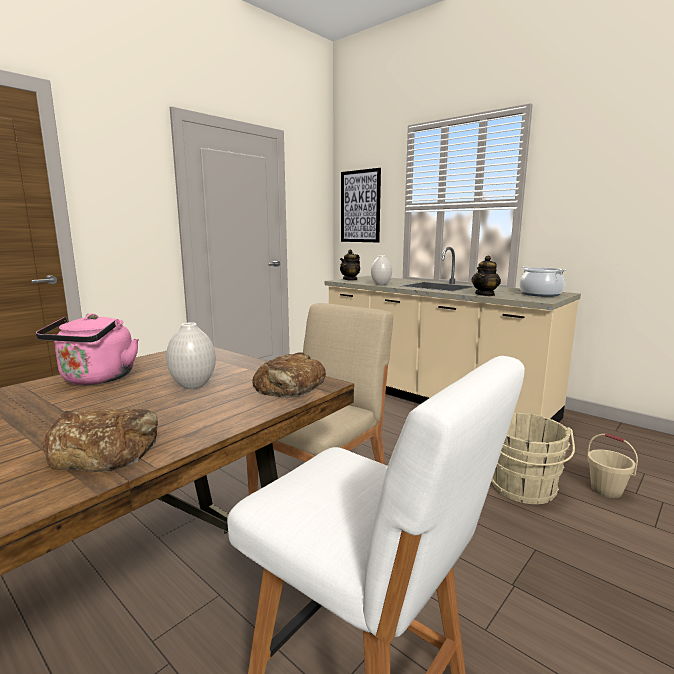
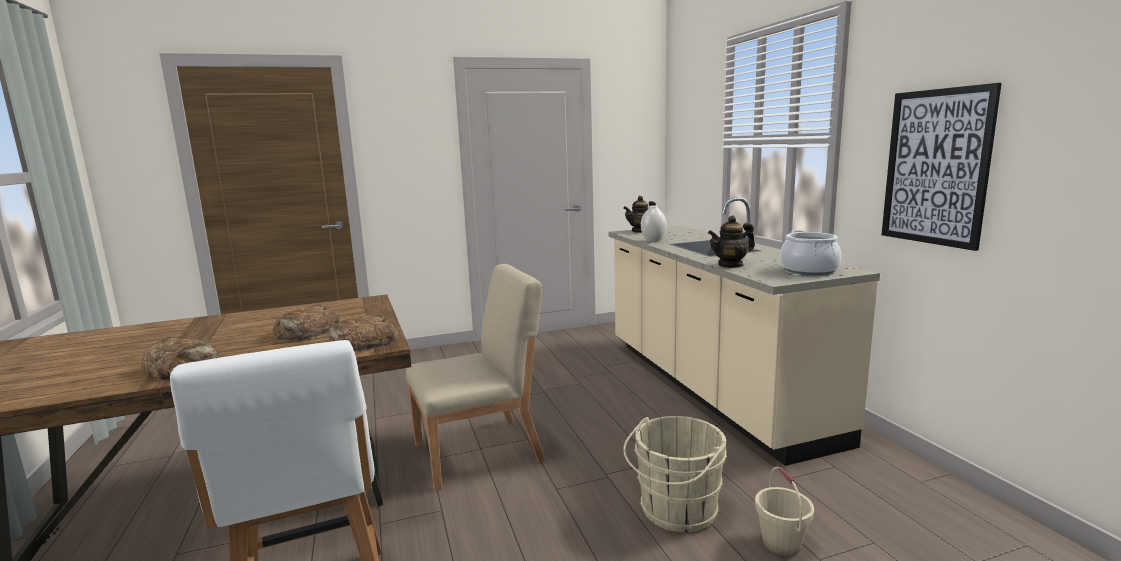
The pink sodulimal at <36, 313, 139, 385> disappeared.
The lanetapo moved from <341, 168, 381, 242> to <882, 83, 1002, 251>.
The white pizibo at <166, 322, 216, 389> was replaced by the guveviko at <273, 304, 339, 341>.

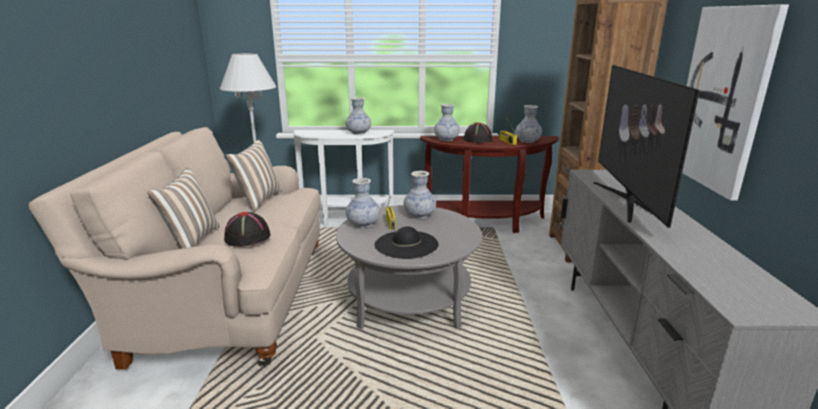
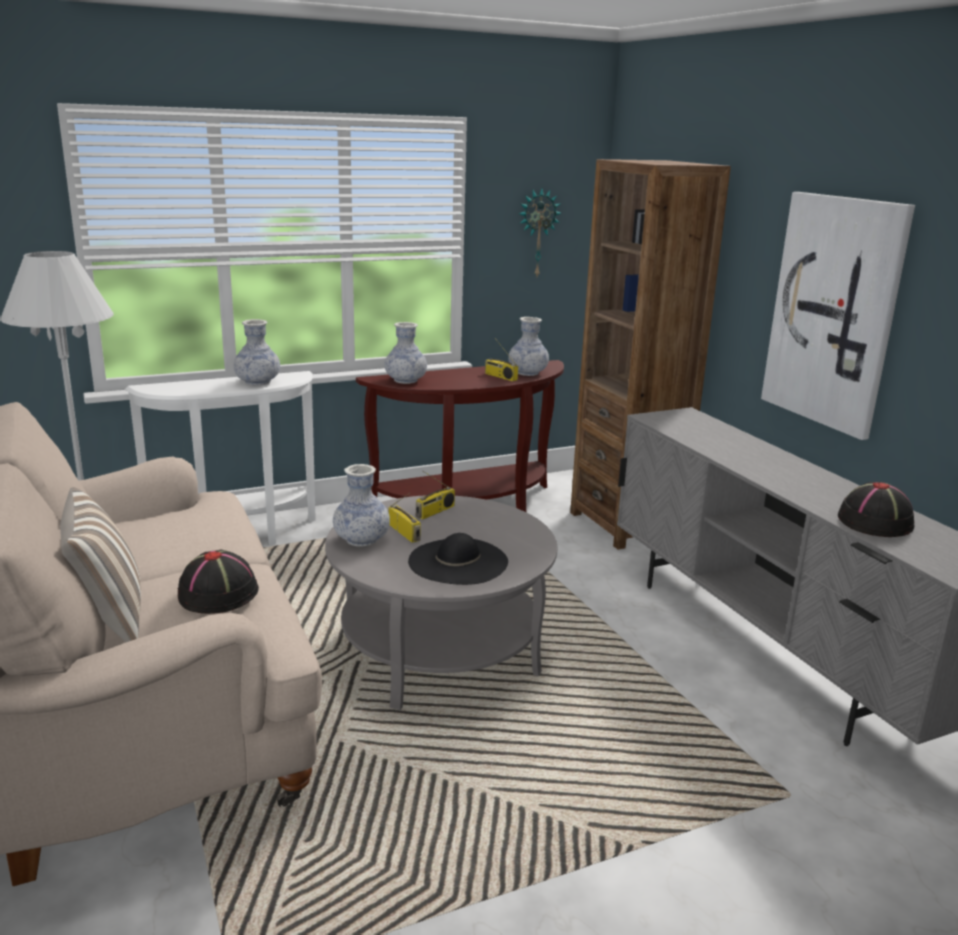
The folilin at <226, 139, 282, 212> disappeared.
The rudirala at <593, 65, 700, 228> disappeared.
The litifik at <518, 188, 561, 279> appeared.
The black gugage moved from <463, 122, 492, 143> to <838, 482, 914, 537>.
The pizibo at <404, 171, 436, 219> was replaced by the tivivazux at <416, 471, 455, 519>.

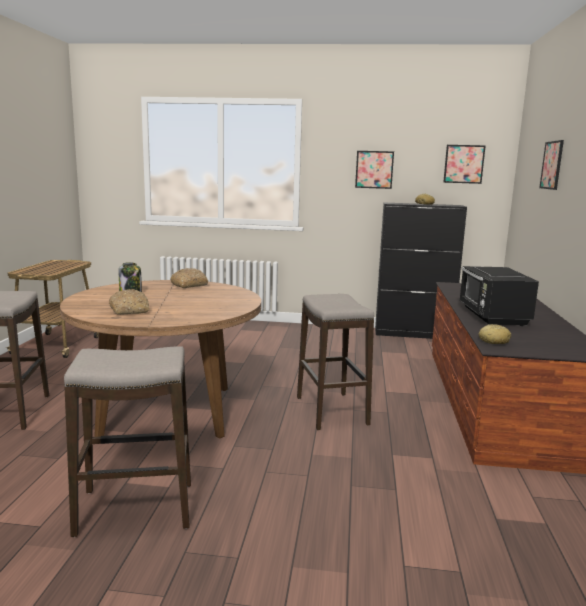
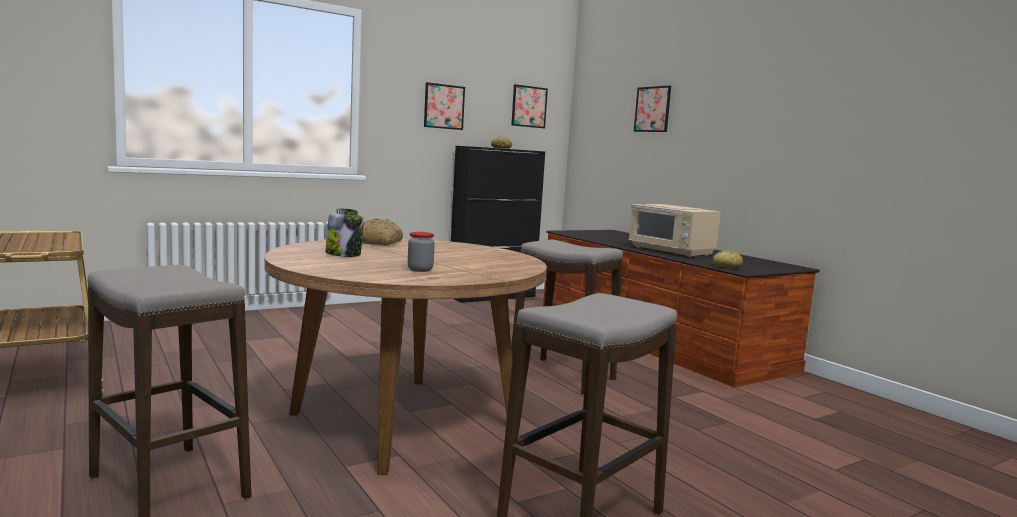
The guveviko at <109, 289, 149, 315> was replaced by the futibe at <408, 232, 435, 272>.
The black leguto at <460, 266, 539, 326> became the beige leguto at <629, 204, 721, 257>.

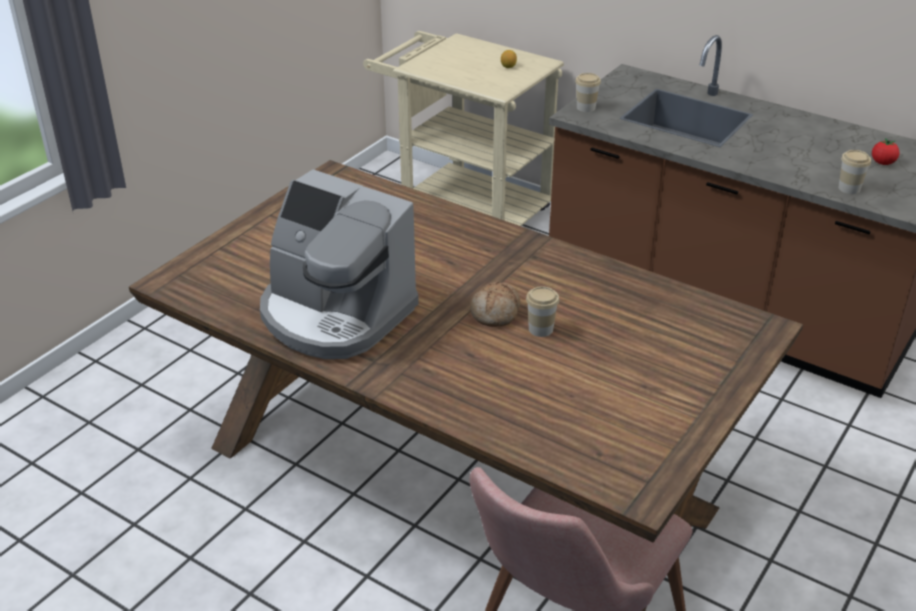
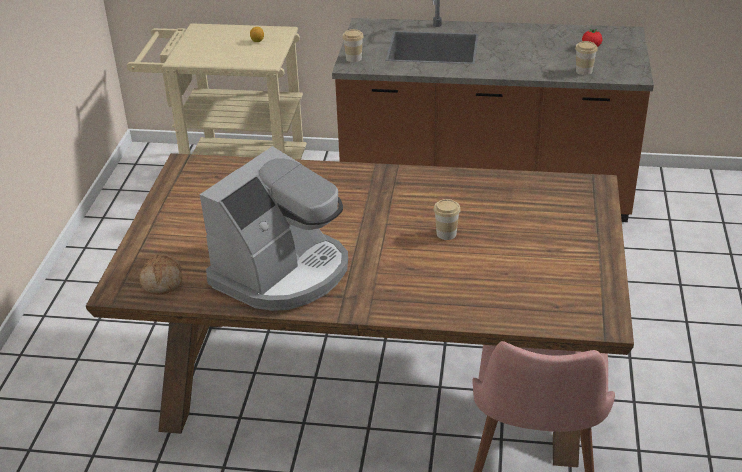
The guveviko moved from <470, 282, 520, 327> to <140, 254, 182, 295>.
The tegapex at <260, 169, 419, 359> turned 60 degrees counterclockwise.

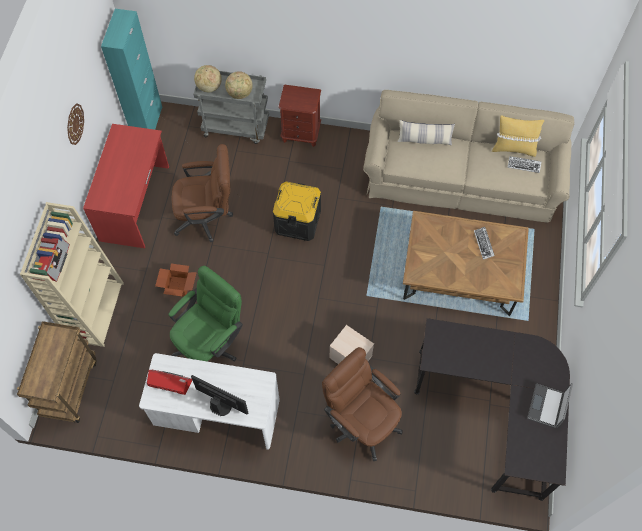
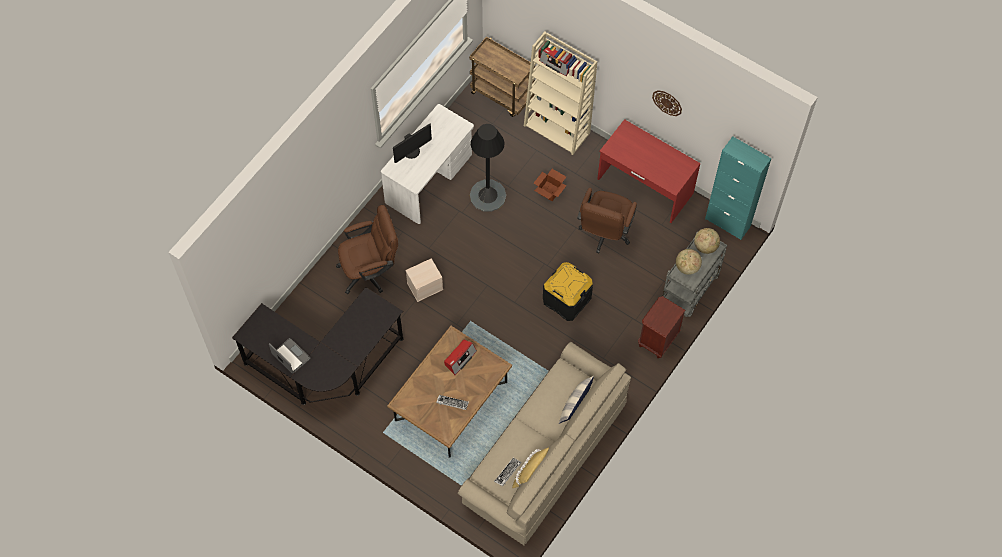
The tivivazux moved from <147, 370, 193, 395> to <444, 340, 477, 375>.
The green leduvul at <169, 266, 243, 361> was replaced by the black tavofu at <470, 124, 506, 212>.

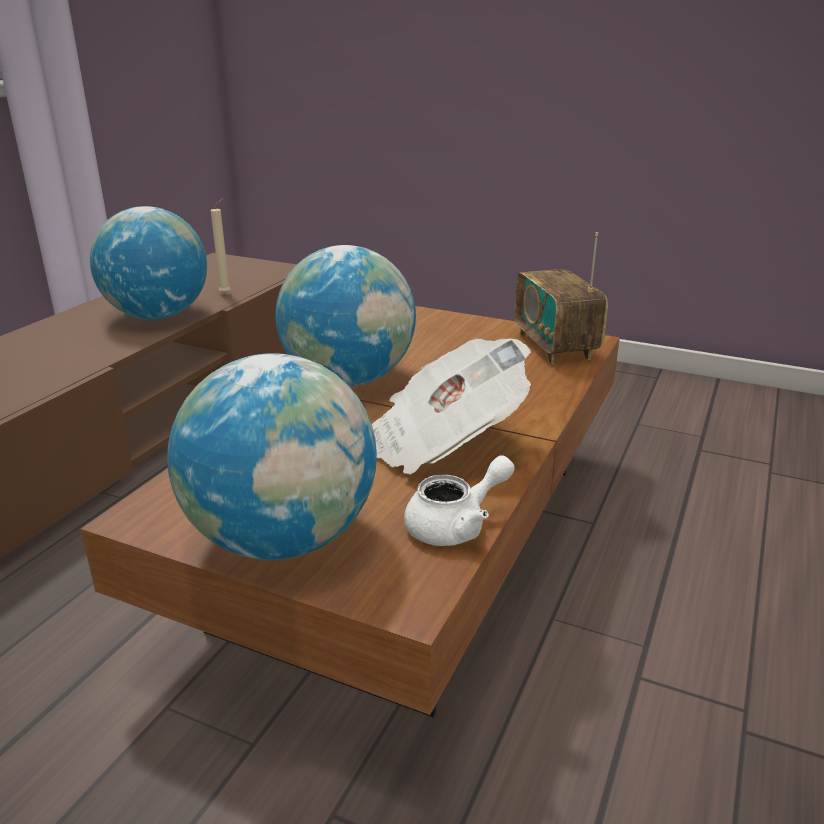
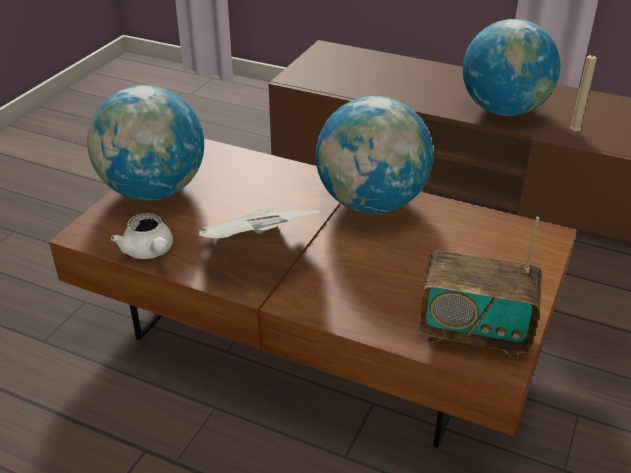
The tivivazux at <515, 232, 608, 364> turned 150 degrees counterclockwise.

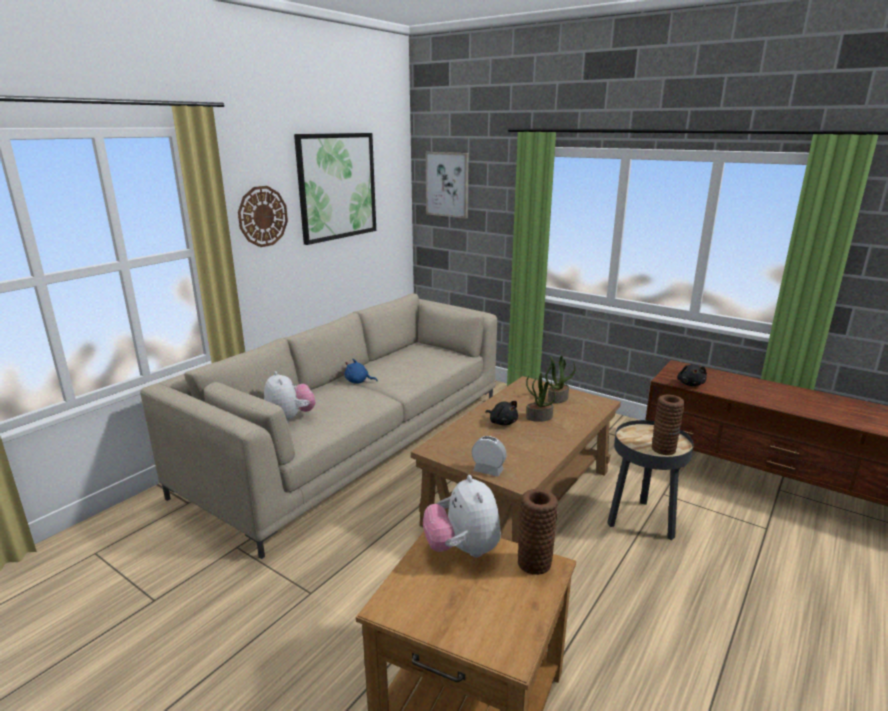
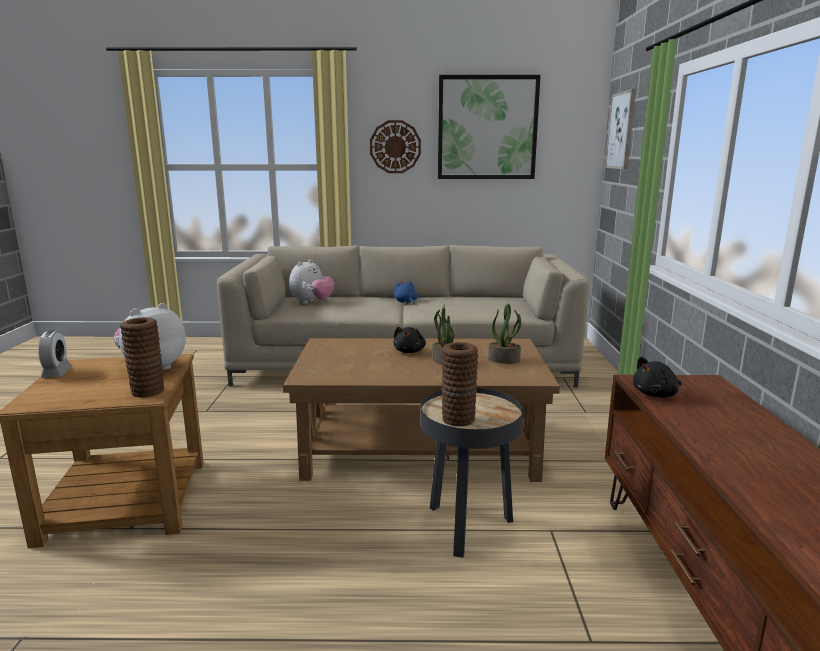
The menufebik moved from <472, 436, 507, 477> to <38, 330, 72, 378>.

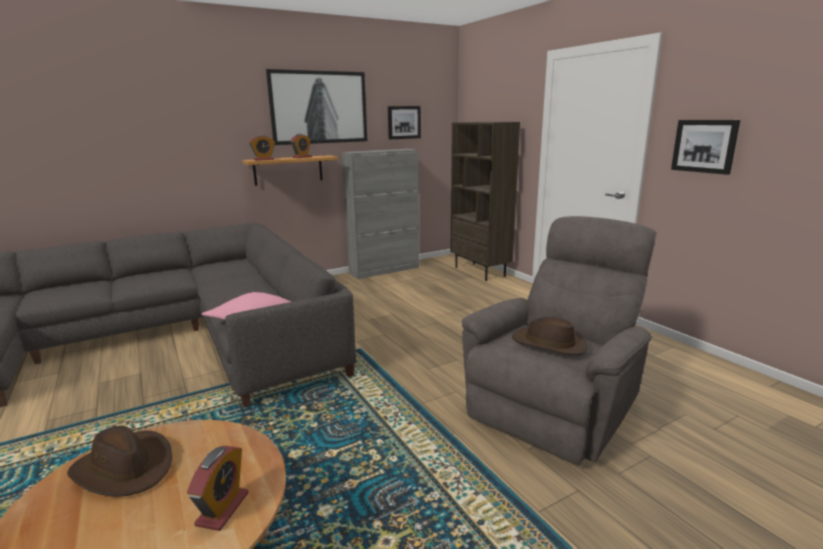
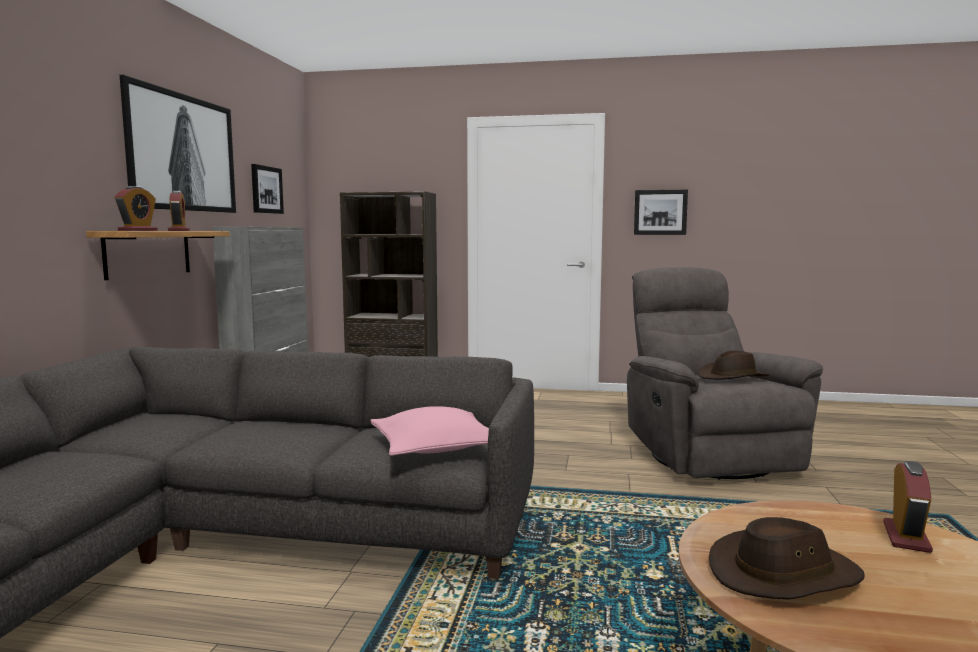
The menufebik at <187, 446, 249, 531> turned 60 degrees clockwise.

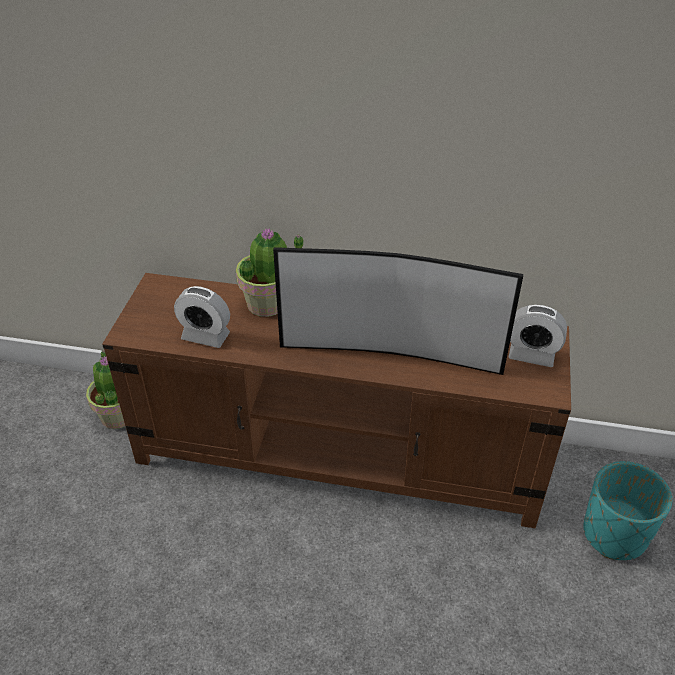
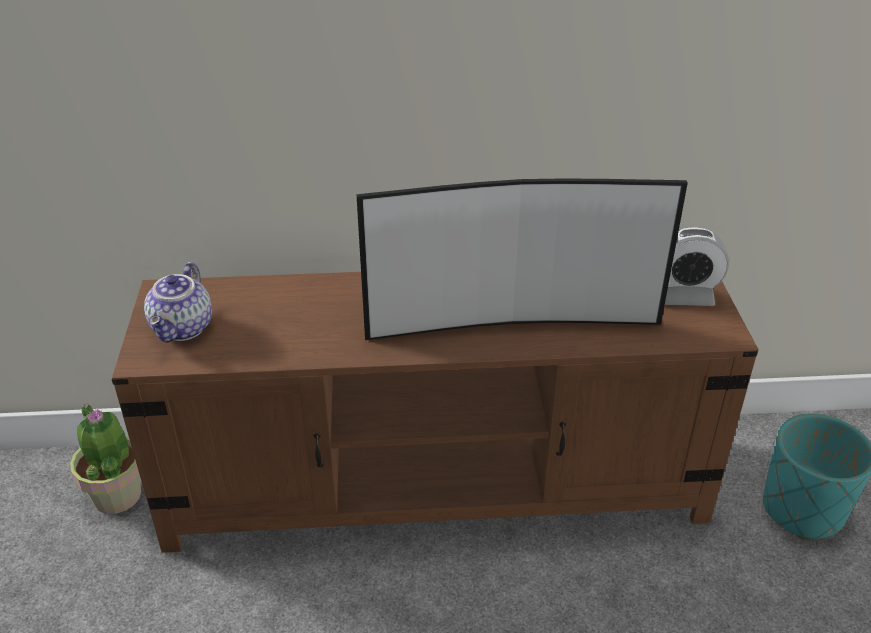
The menufebik at <174, 286, 230, 348> disappeared.
The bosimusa at <236, 228, 303, 317> disappeared.
The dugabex at <144, 262, 212, 343> appeared.

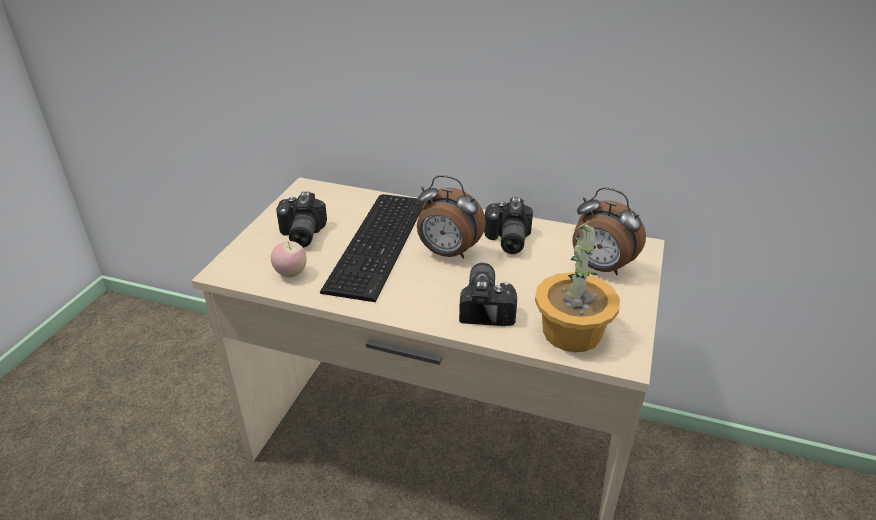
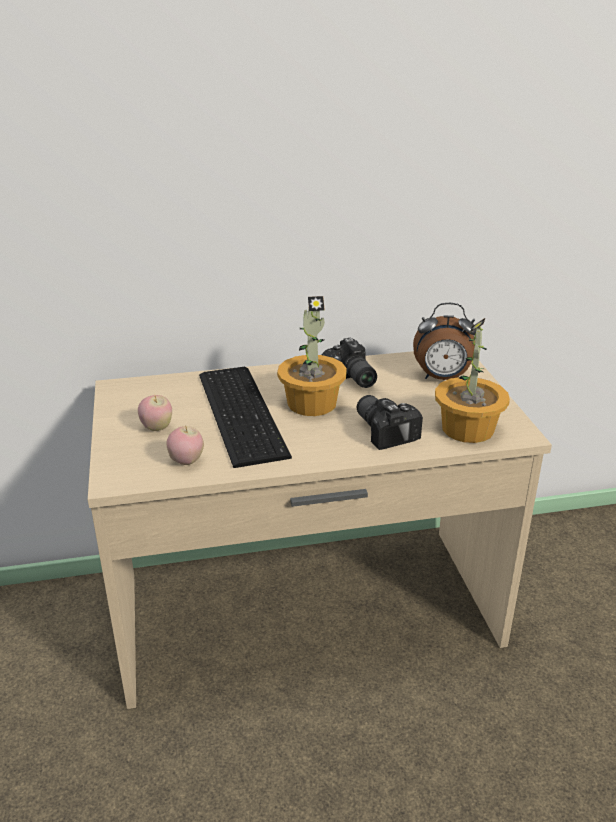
The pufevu at <276, 192, 327, 248> was replaced by the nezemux at <138, 394, 172, 431>.
The menufebik at <417, 175, 486, 259> was replaced by the bosimusa at <277, 296, 347, 416>.

